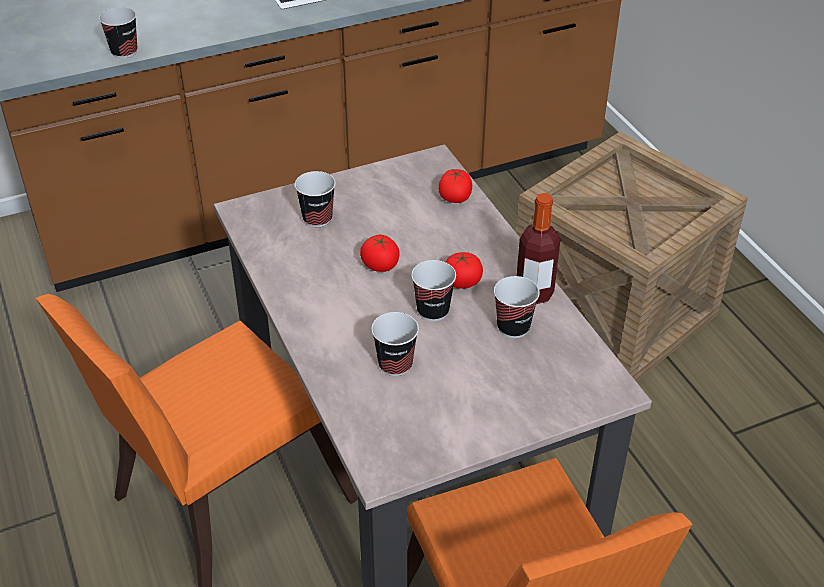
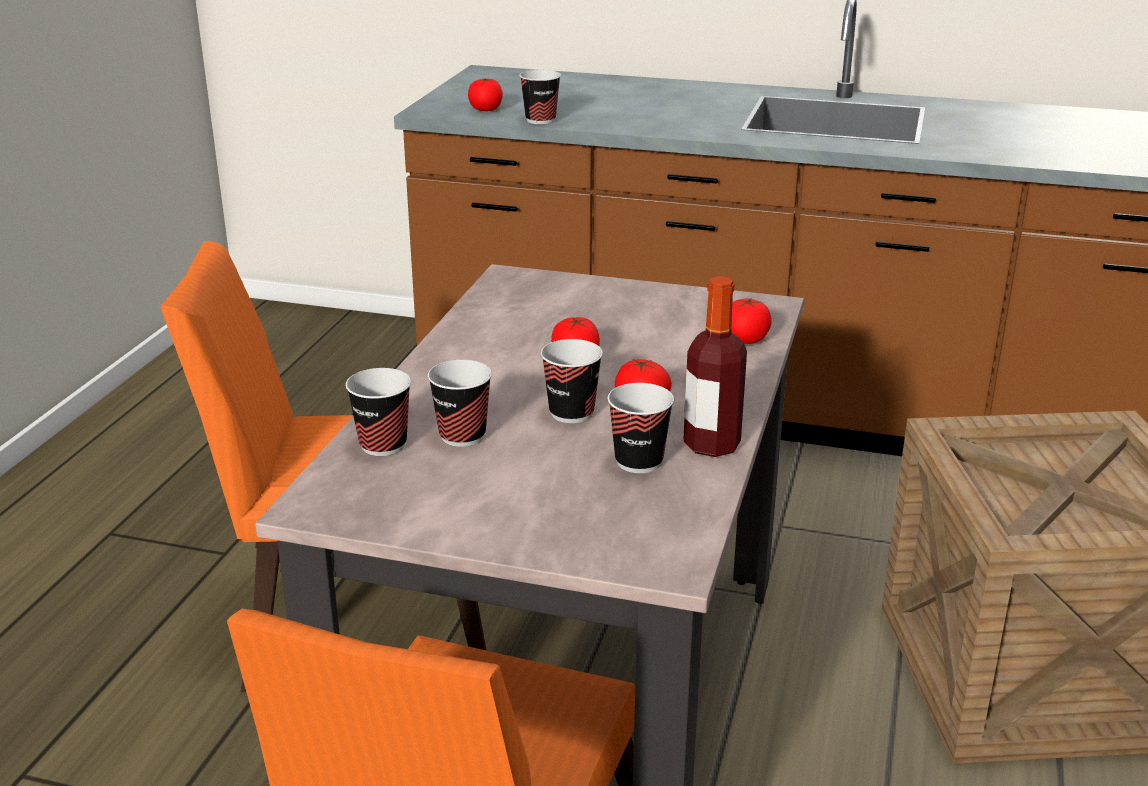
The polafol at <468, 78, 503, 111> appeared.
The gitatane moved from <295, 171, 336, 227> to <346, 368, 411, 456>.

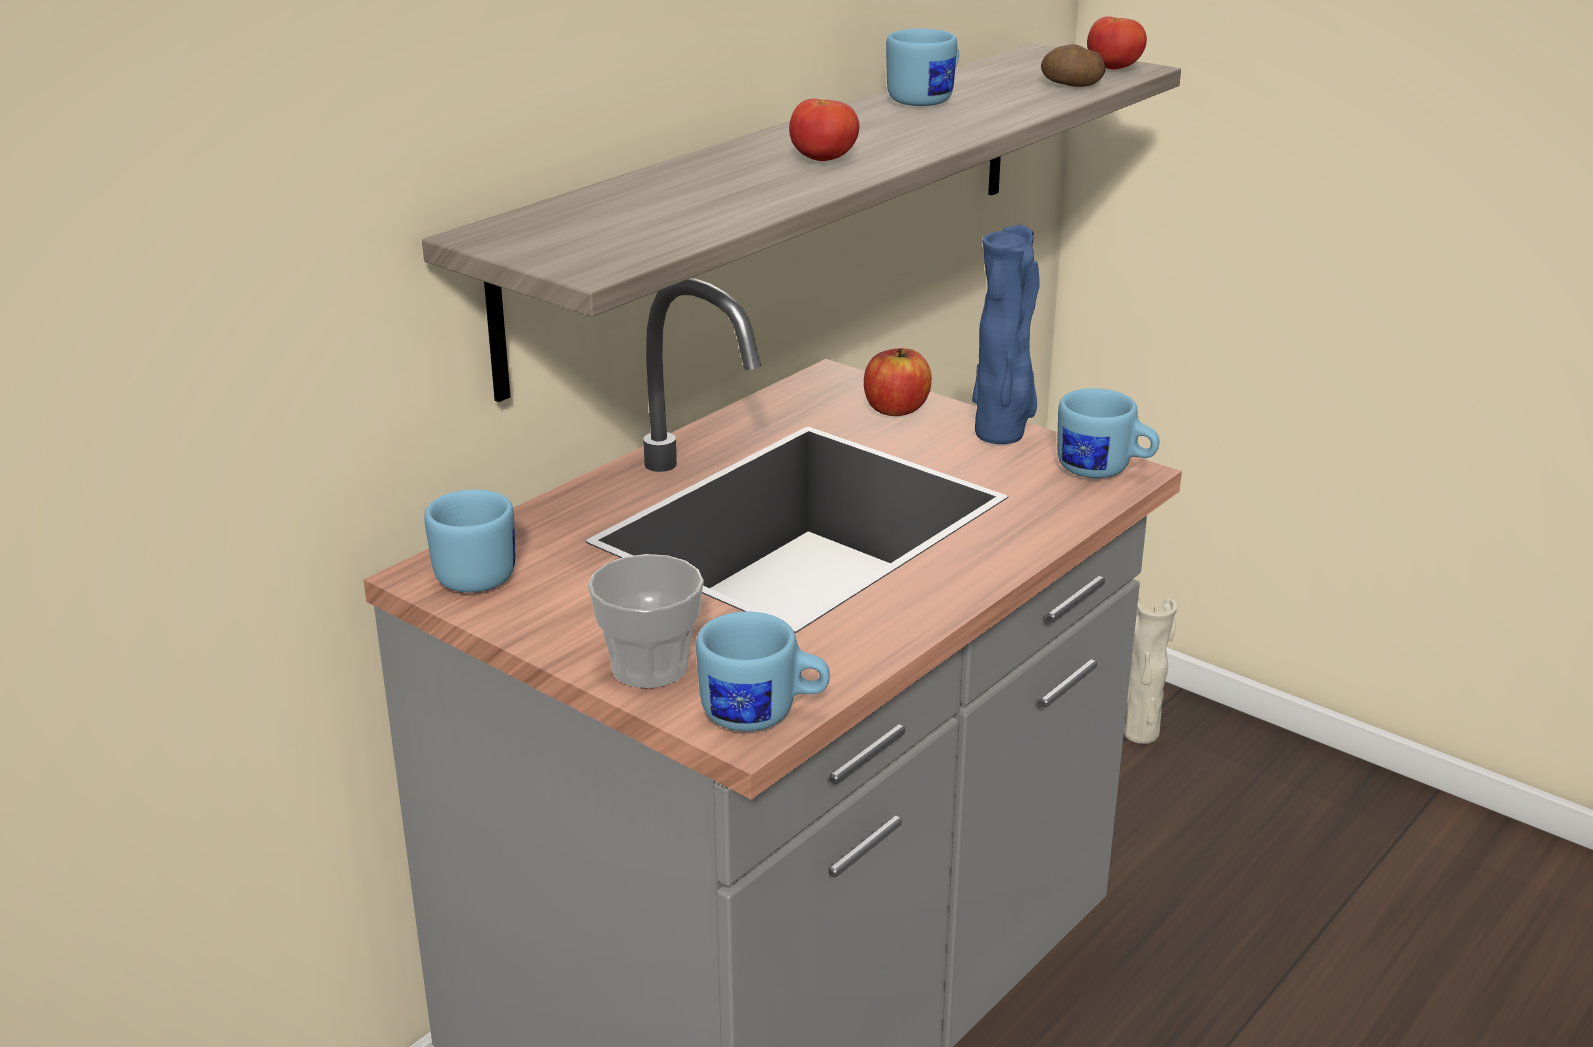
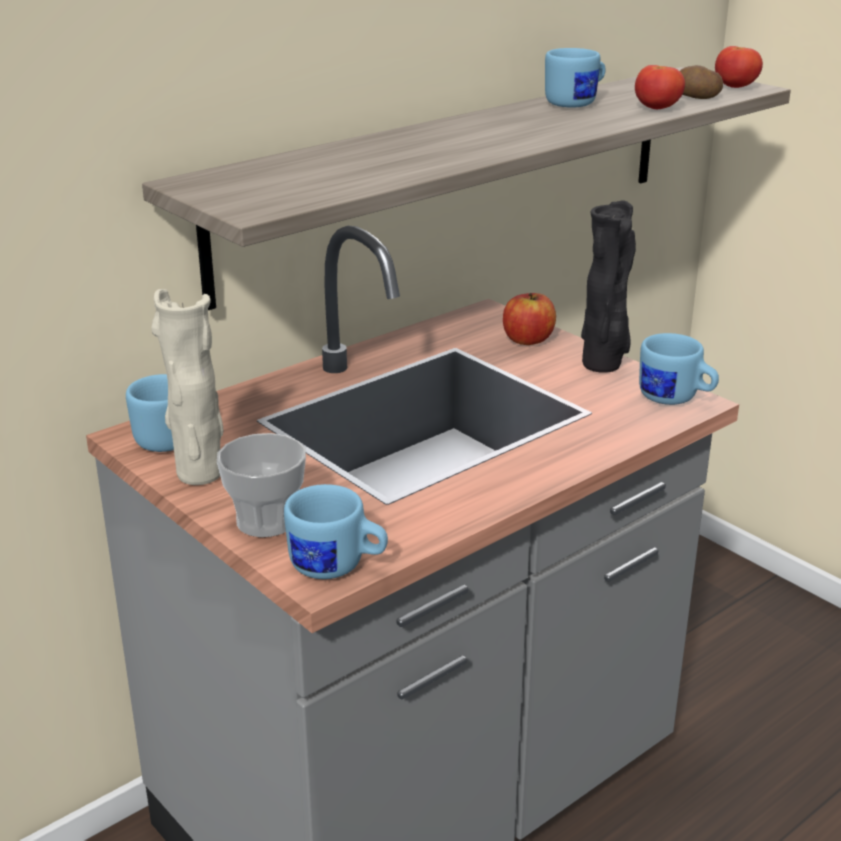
The polafol moved from <789, 99, 859, 161> to <635, 65, 685, 109>.
The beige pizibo moved from <1124, 597, 1178, 744> to <151, 289, 224, 485>.
The blue pizibo at <972, 225, 1040, 444> became the black pizibo at <581, 200, 636, 373>.

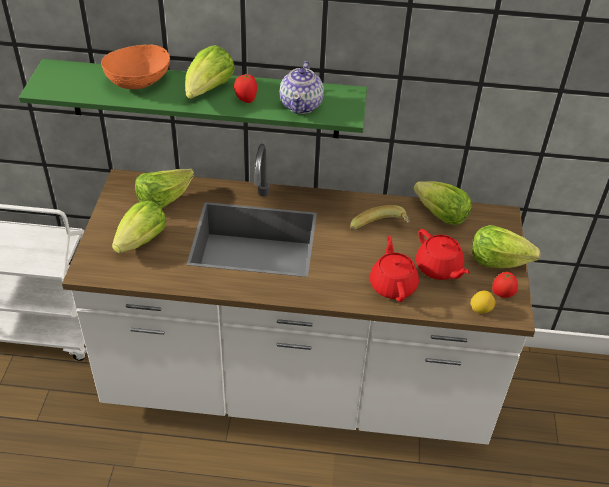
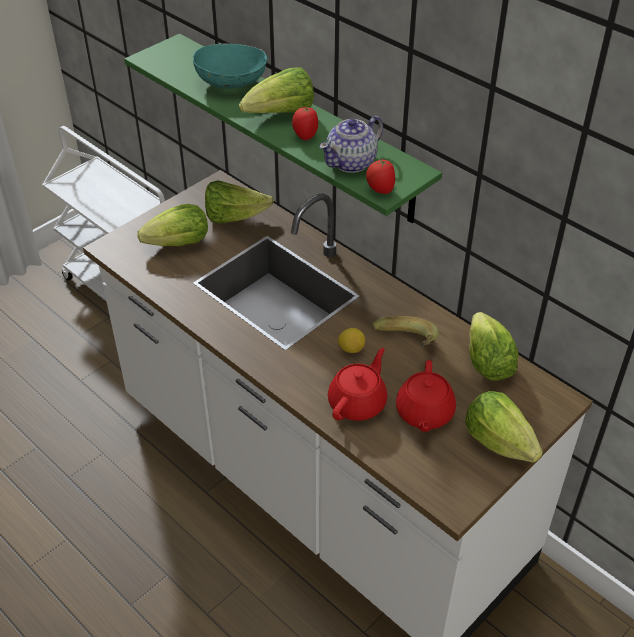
The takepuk moved from <471, 291, 496, 314> to <338, 328, 365, 353>.
The polafol moved from <492, 272, 518, 298> to <366, 159, 395, 194>.
The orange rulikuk at <101, 44, 170, 89> became the turquoise rulikuk at <192, 43, 268, 89>.

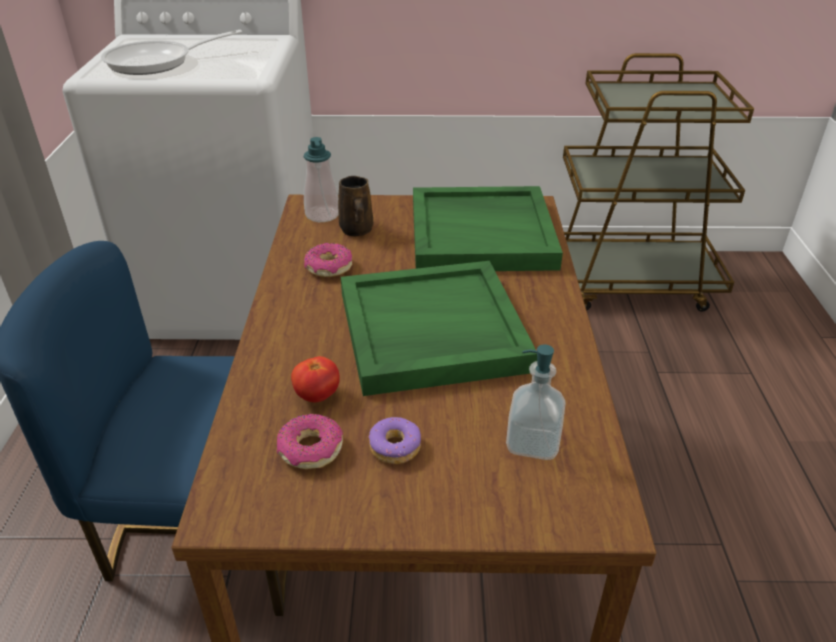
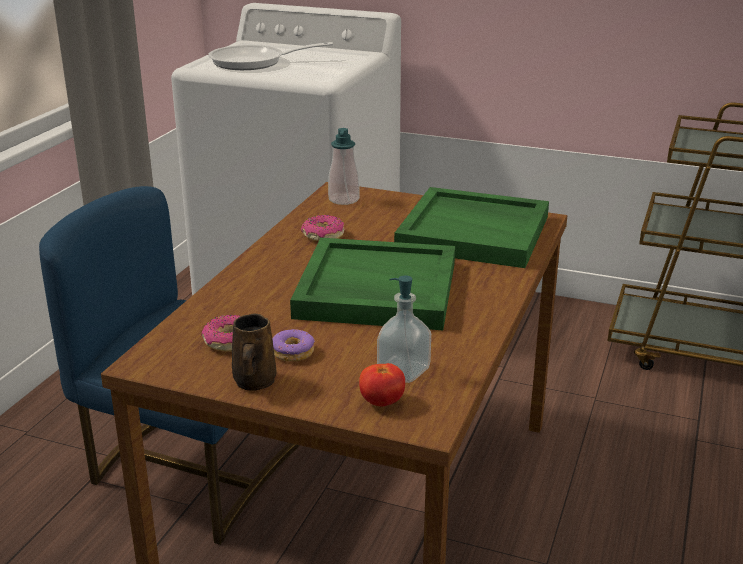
The polafol moved from <291, 356, 340, 402> to <359, 363, 405, 406>.
The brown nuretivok moved from <338, 176, 373, 237> to <232, 314, 277, 391>.

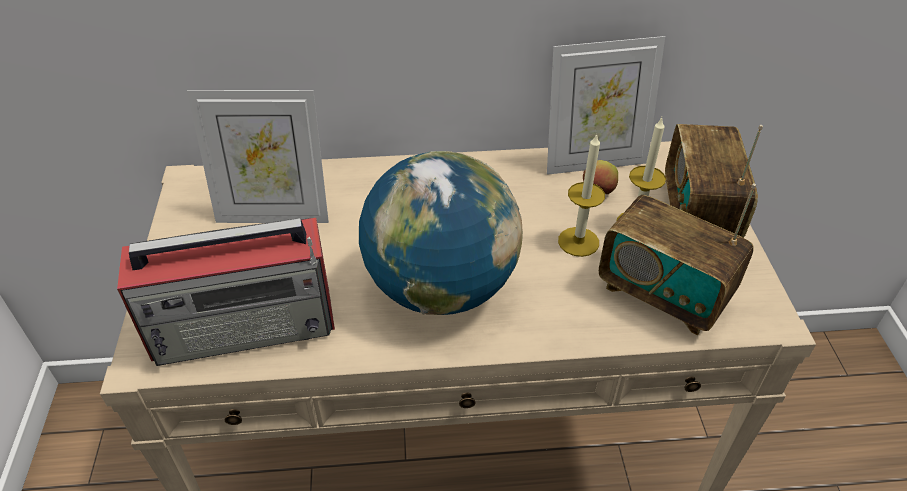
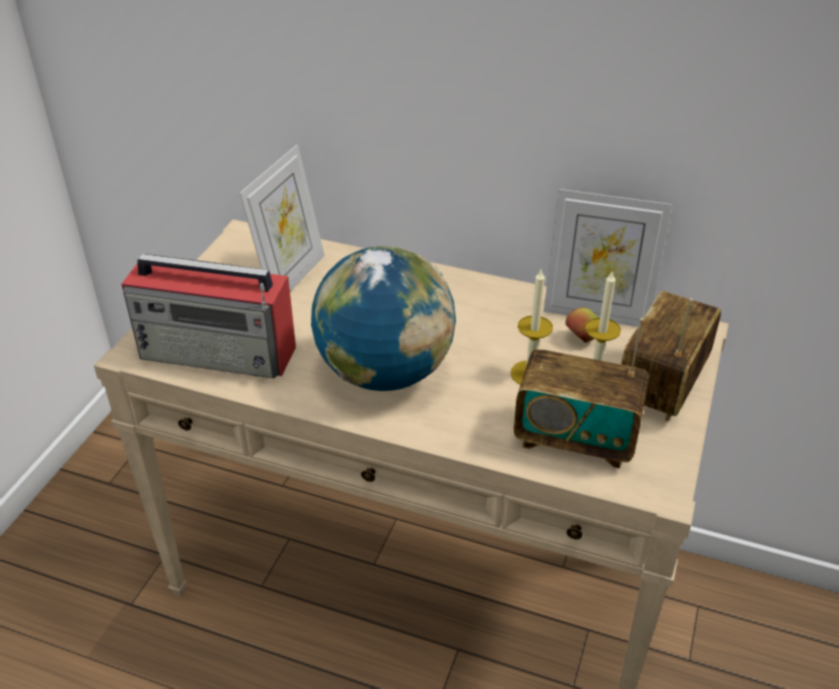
The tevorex at <187, 90, 329, 223> turned 90 degrees counterclockwise.
The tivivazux at <599, 184, 756, 335> turned 45 degrees counterclockwise.

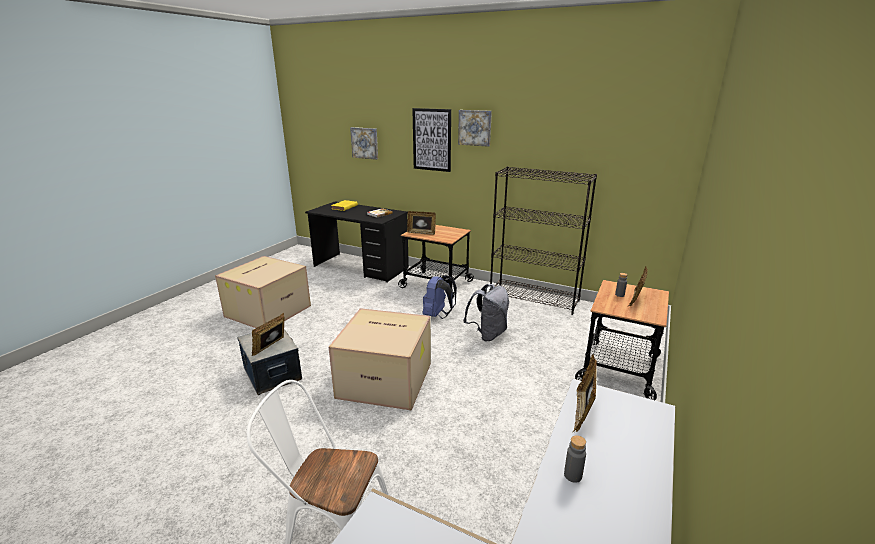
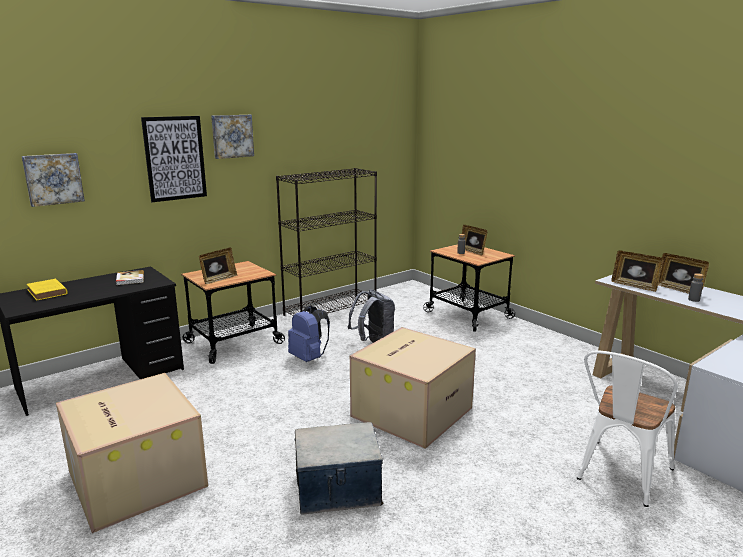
The tevorex moved from <252, 313, 284, 356> to <658, 253, 709, 294>.

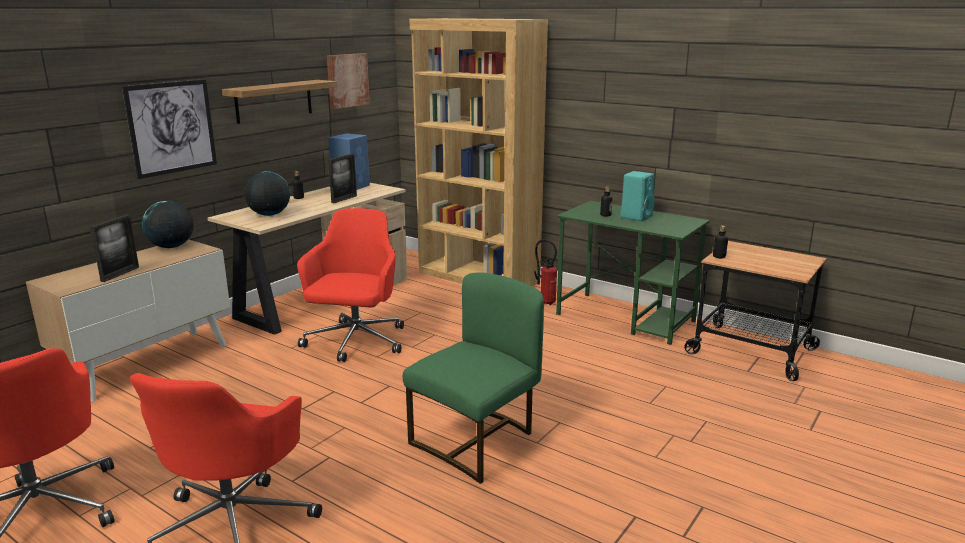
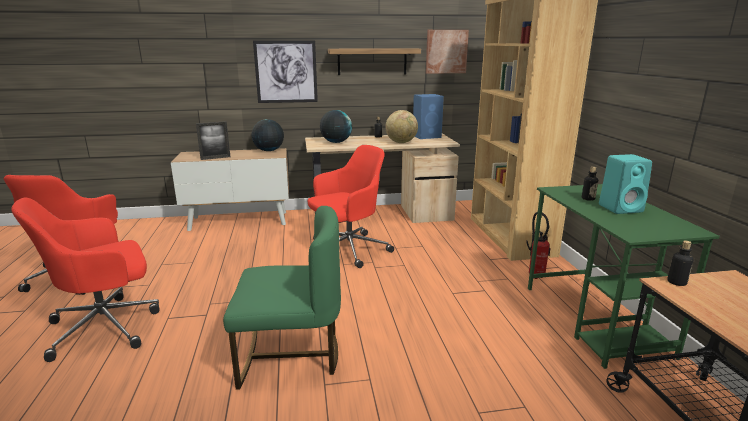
The tevorex at <328, 154, 357, 203> was replaced by the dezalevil at <385, 110, 418, 143>.

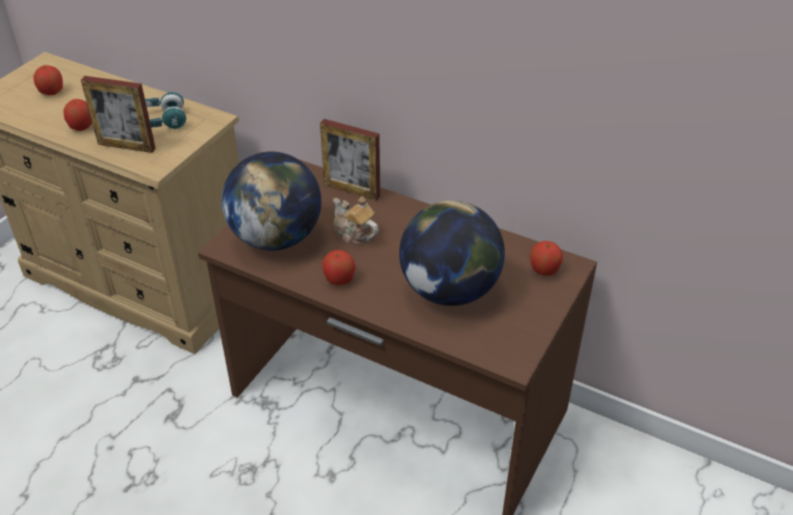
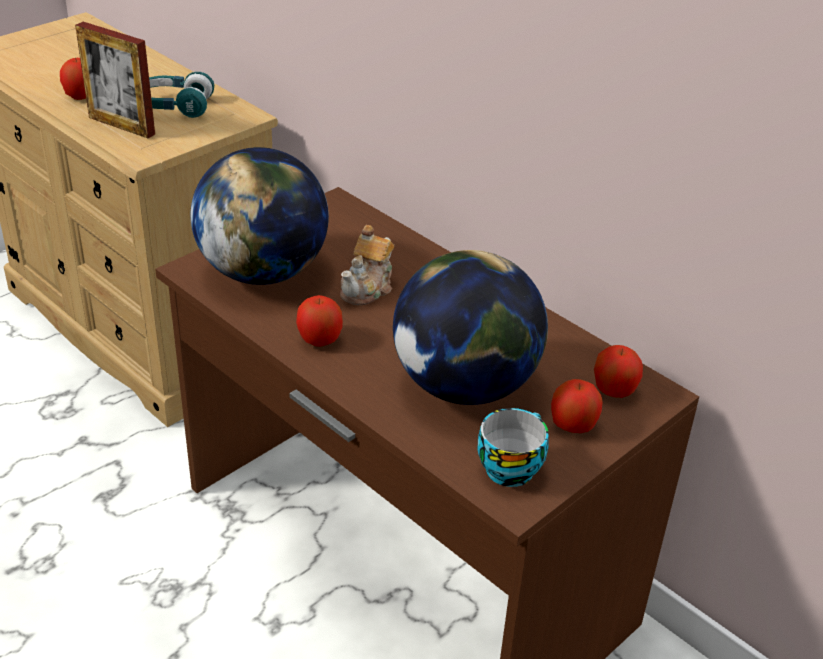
The tevorex at <320, 119, 380, 201> disappeared.
The gitatane at <477, 408, 548, 487> appeared.
The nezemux moved from <33, 65, 63, 95> to <551, 379, 603, 433>.
The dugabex at <333, 197, 379, 244> turned 120 degrees counterclockwise.

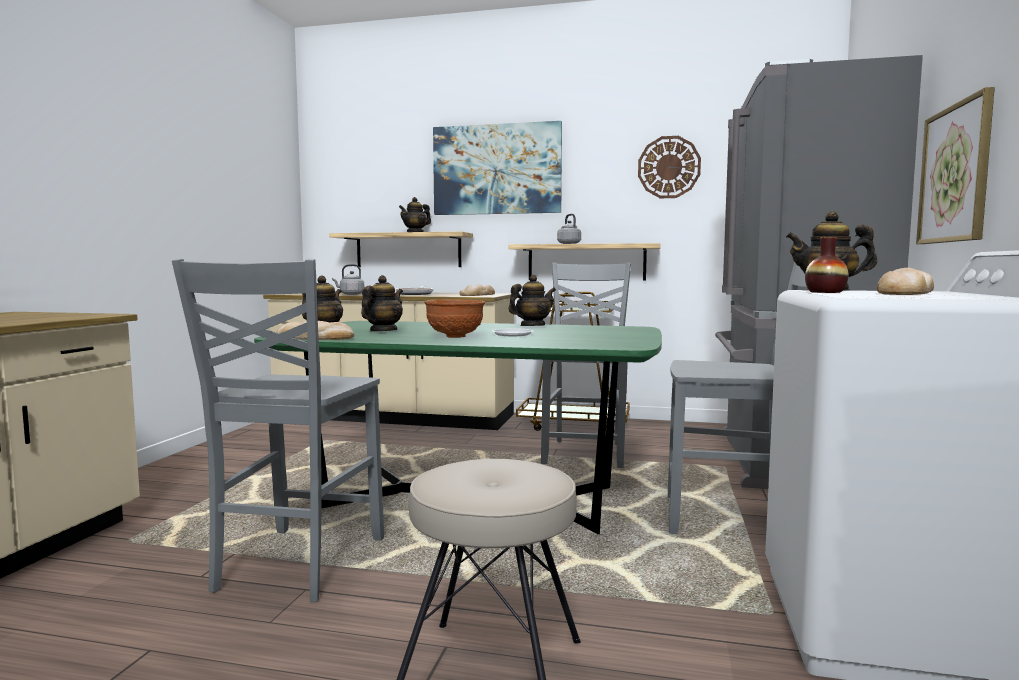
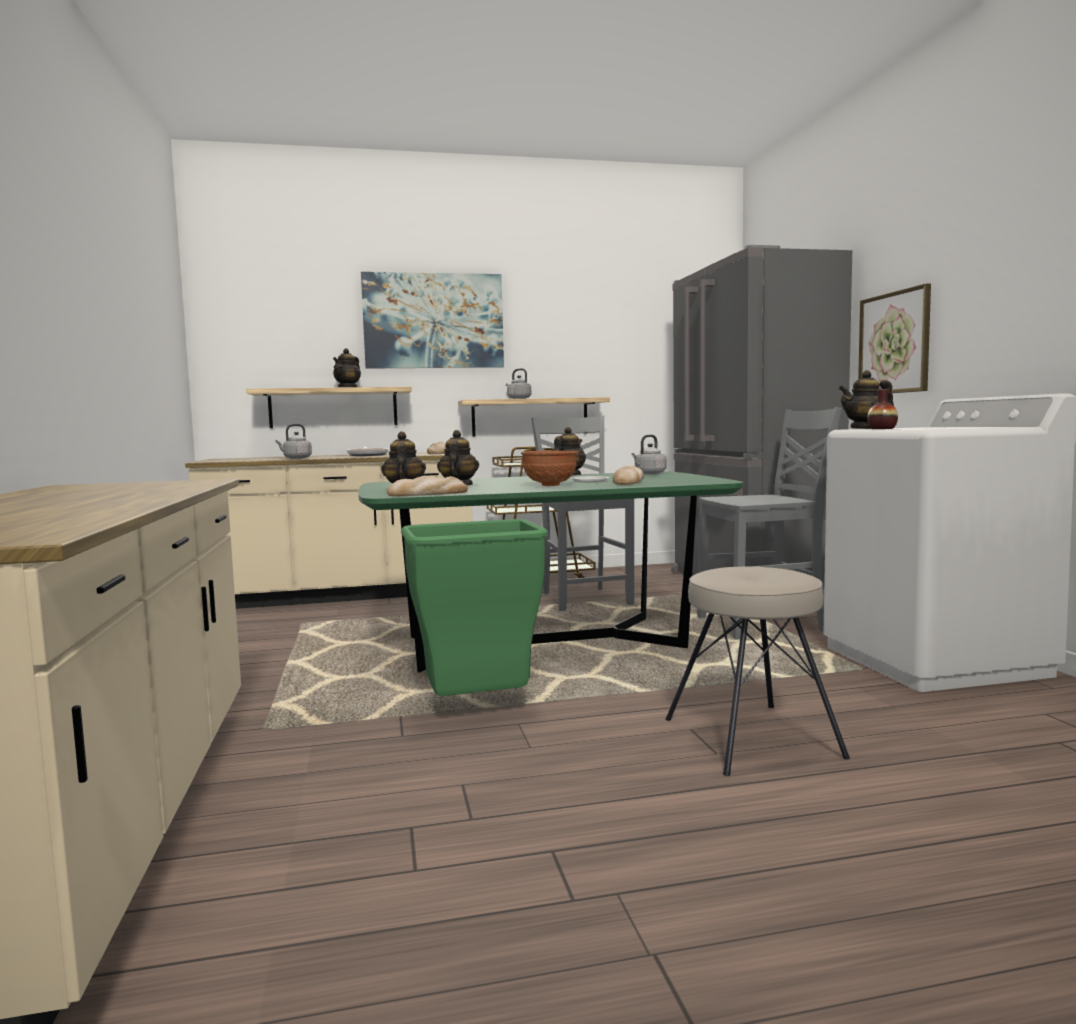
The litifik at <638, 136, 701, 198> disappeared.
The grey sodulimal at <631, 435, 666, 474> appeared.
The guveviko moved from <877, 268, 934, 295> to <613, 466, 644, 485>.
The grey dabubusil at <172, 259, 384, 602> was replaced by the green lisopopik at <401, 519, 548, 696>.

